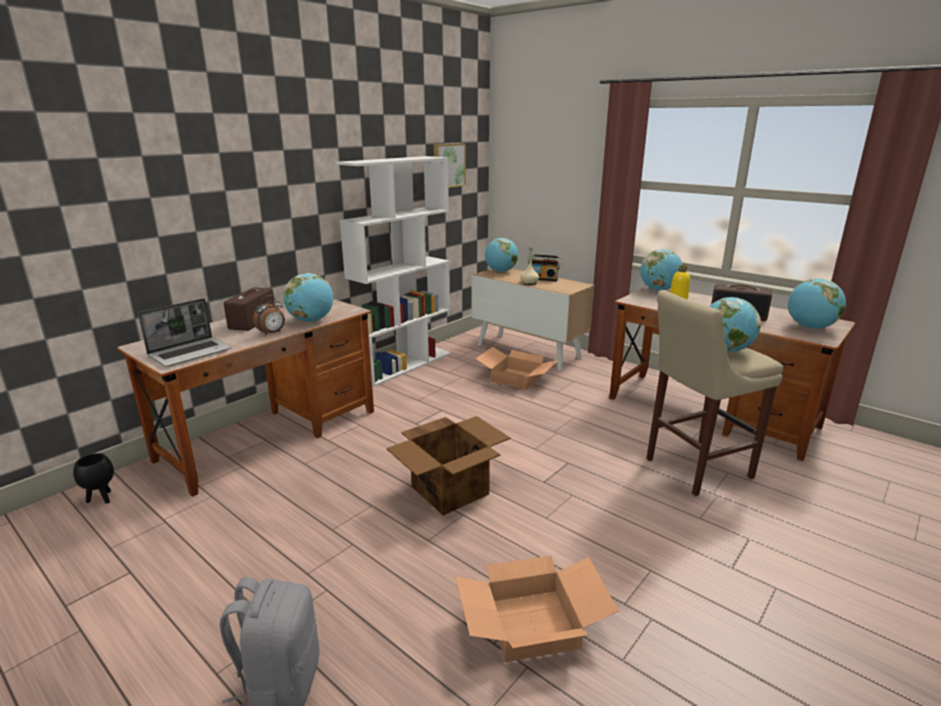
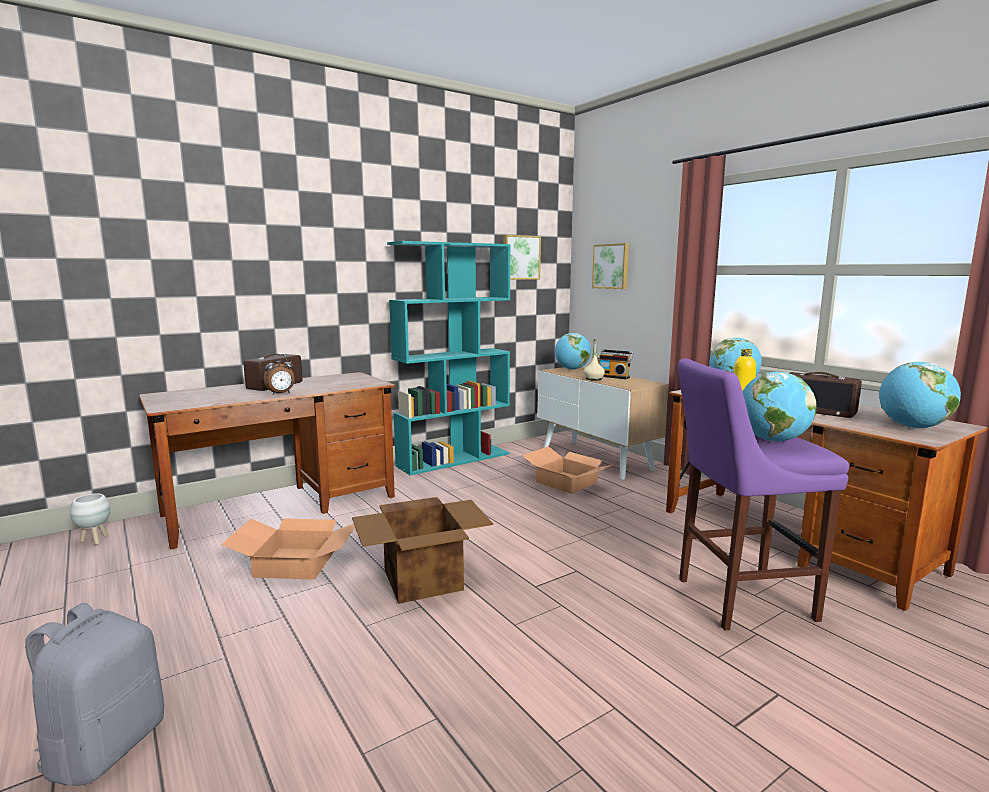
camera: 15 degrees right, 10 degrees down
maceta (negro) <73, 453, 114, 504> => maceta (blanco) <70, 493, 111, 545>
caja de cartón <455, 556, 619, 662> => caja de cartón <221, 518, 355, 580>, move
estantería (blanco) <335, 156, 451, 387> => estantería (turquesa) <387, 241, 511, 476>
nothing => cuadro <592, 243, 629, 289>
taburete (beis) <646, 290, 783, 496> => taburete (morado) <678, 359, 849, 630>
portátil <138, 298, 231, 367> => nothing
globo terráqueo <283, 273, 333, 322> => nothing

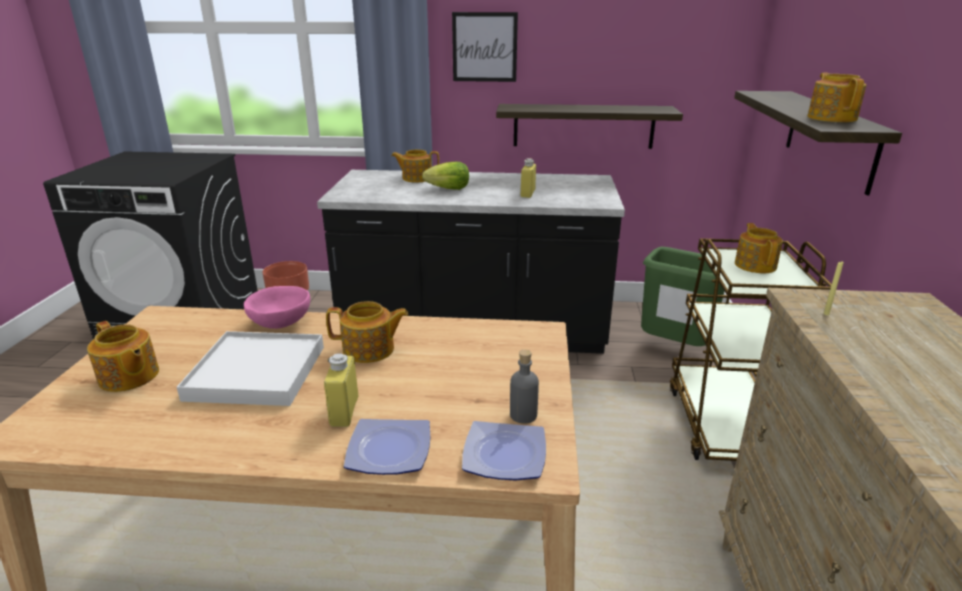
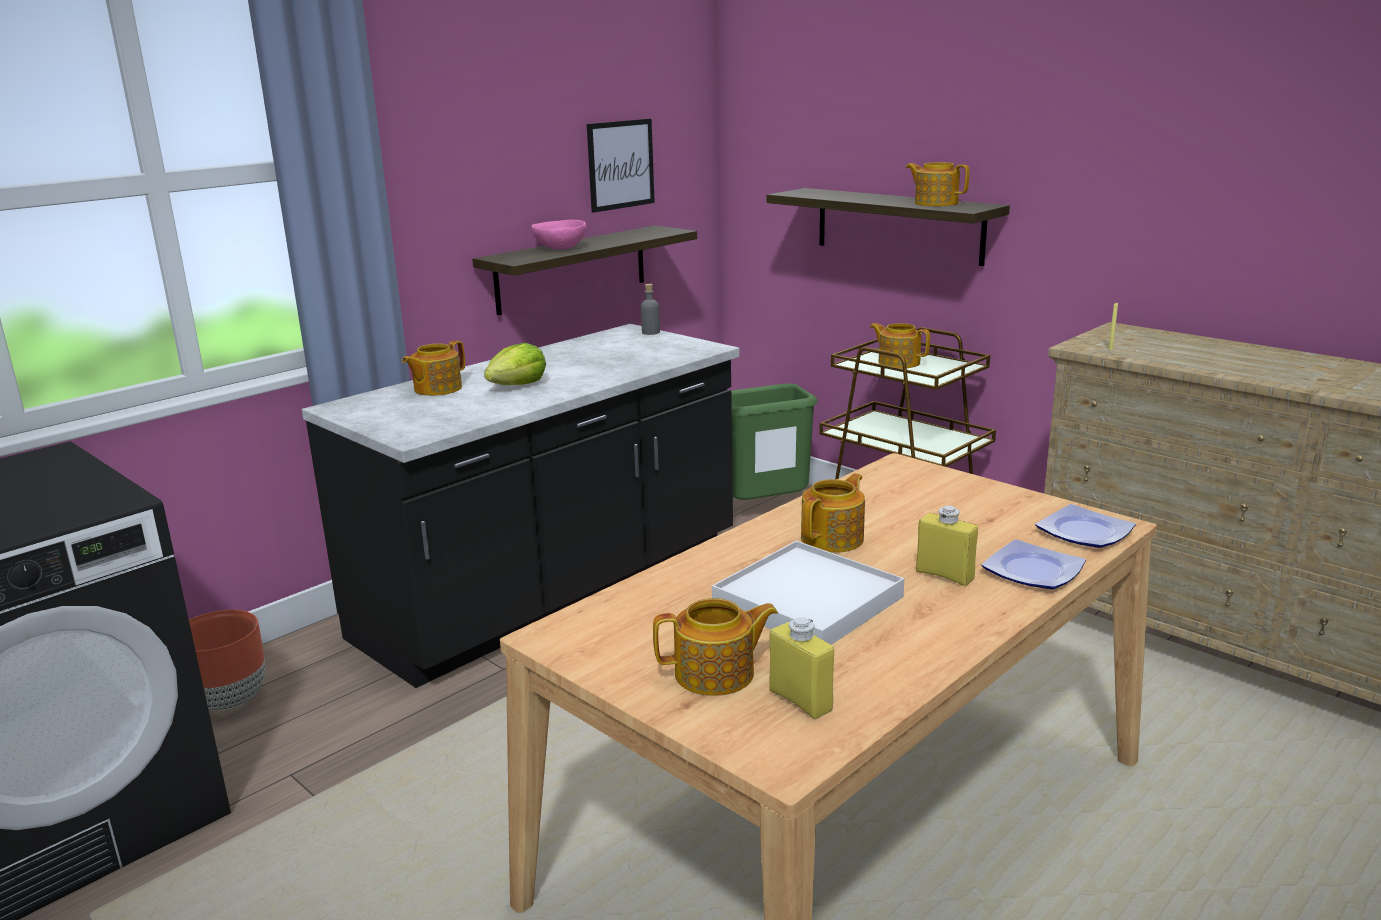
camera: 50 degrees left, 5 degrees down
cuenco (rosa) <244, 286, 310, 329> => cuenco (rosa) <531, 220, 586, 250>, move
cuadro <452, 12, 518, 82> => cuadro <587, 119, 655, 213>, move
botella (gris) <510, 350, 539, 424> => botella (gris) <641, 284, 660, 335>, move
botella (amarillo) <521, 158, 536, 198> => botella (amarillo) <769, 617, 834, 719>, move

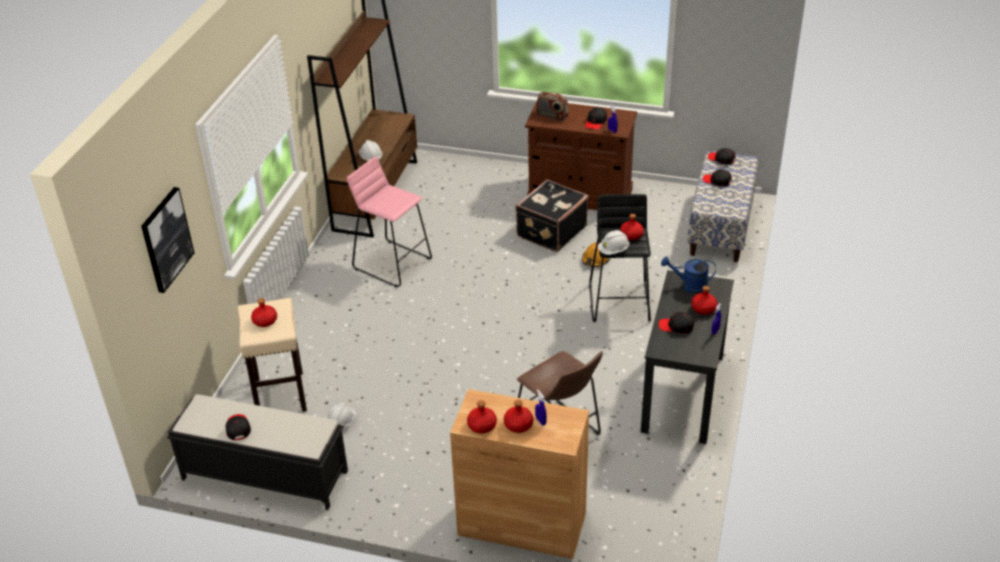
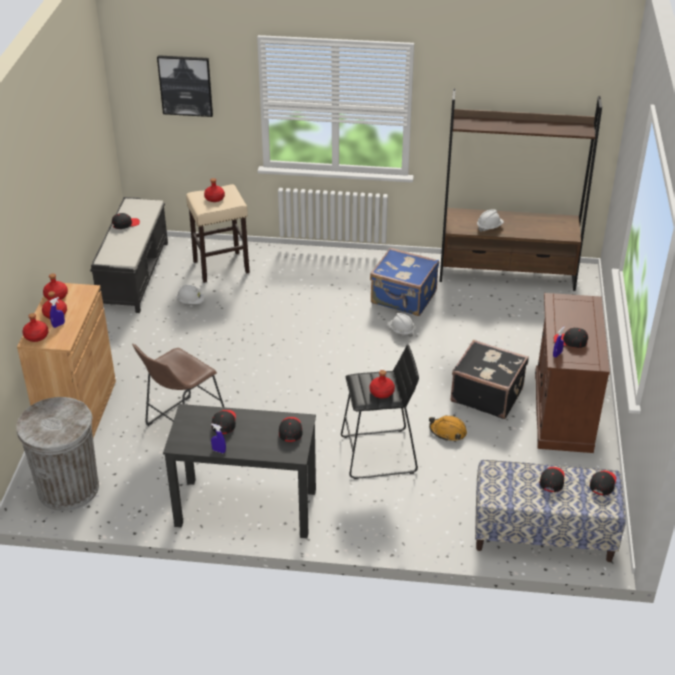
camera: 80 degrees right, 0 degrees up
nothing => papelera (gris) <17, 397, 99, 511>
botella (rojo) <691, 286, 717, 315> => botella (rojo) <22, 313, 49, 342>, move
regadera (azul) <661, 256, 716, 294> => gorra (negro) <279, 417, 302, 442>
taburete (rosa) <347, 156, 432, 287> => maleta (azul) <370, 248, 439, 316>
casco (blanco) <598, 230, 630, 255> => casco (blanco) <388, 313, 415, 337>, move
radio <536, 92, 569, 121> => nothing

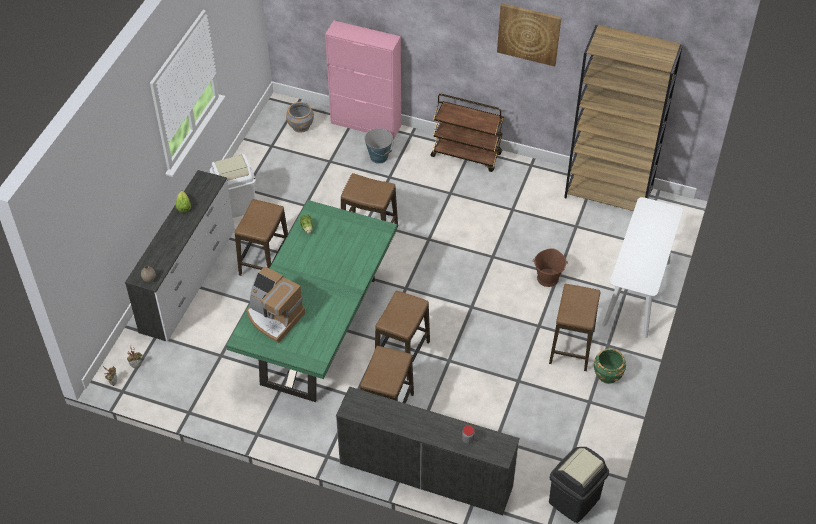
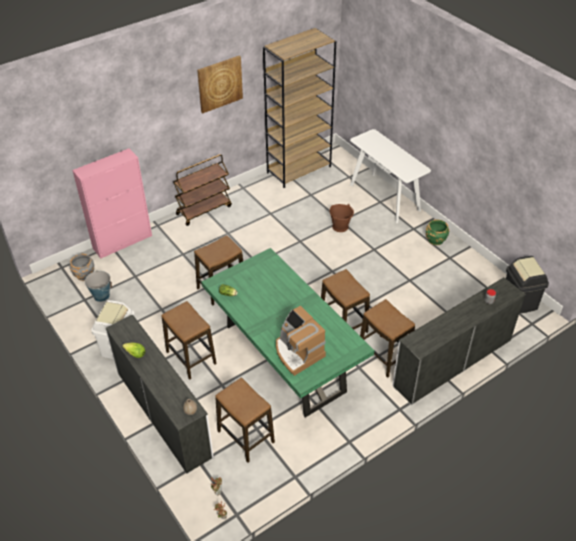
camera: 55 degrees left, 5 degrees down
cubo <364, 128, 393, 164> => cubo <85, 270, 112, 302>, move
taburete <549, 284, 600, 371> => taburete <215, 378, 275, 463>, move
cafetera <246, 266, 305, 343> => cafetera <276, 306, 326, 376>, 75 degrees clockwise

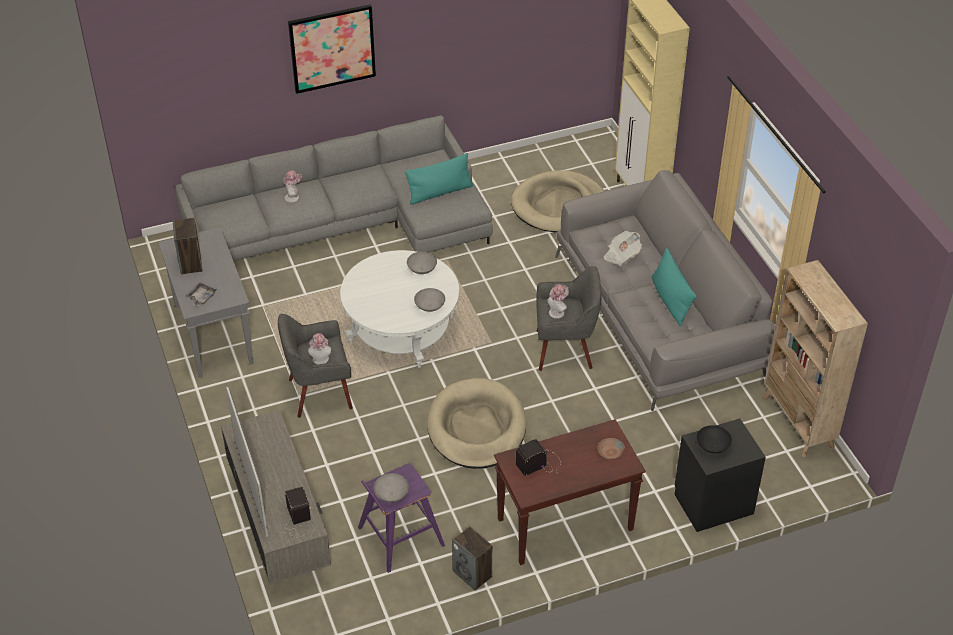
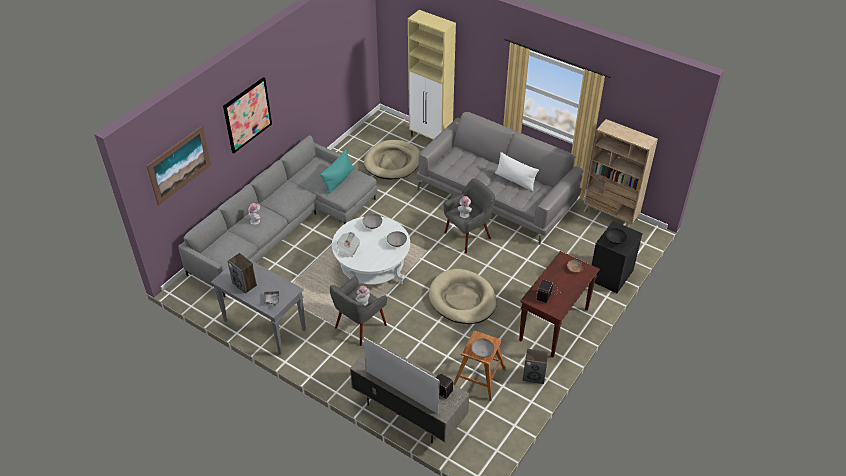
camera: 35 degrees left, 0 degrees up
nothing => cuadro <147, 126, 211, 205>
periódico <604, 231, 642, 266> => periódico <337, 232, 360, 258>, move
taburete (morado) <358, 463, 445, 573> => taburete (marrón) <454, 331, 506, 401>
cojín (turquesa) <651, 248, 697, 326> => cojín (blanco) <495, 152, 539, 191>

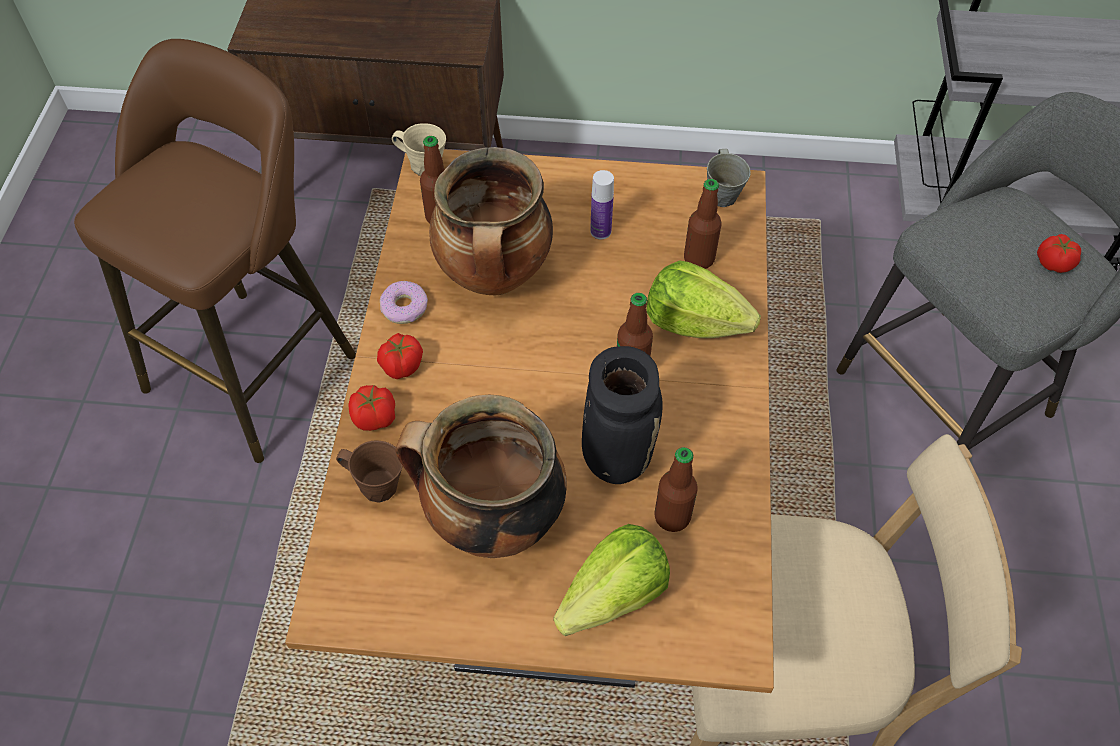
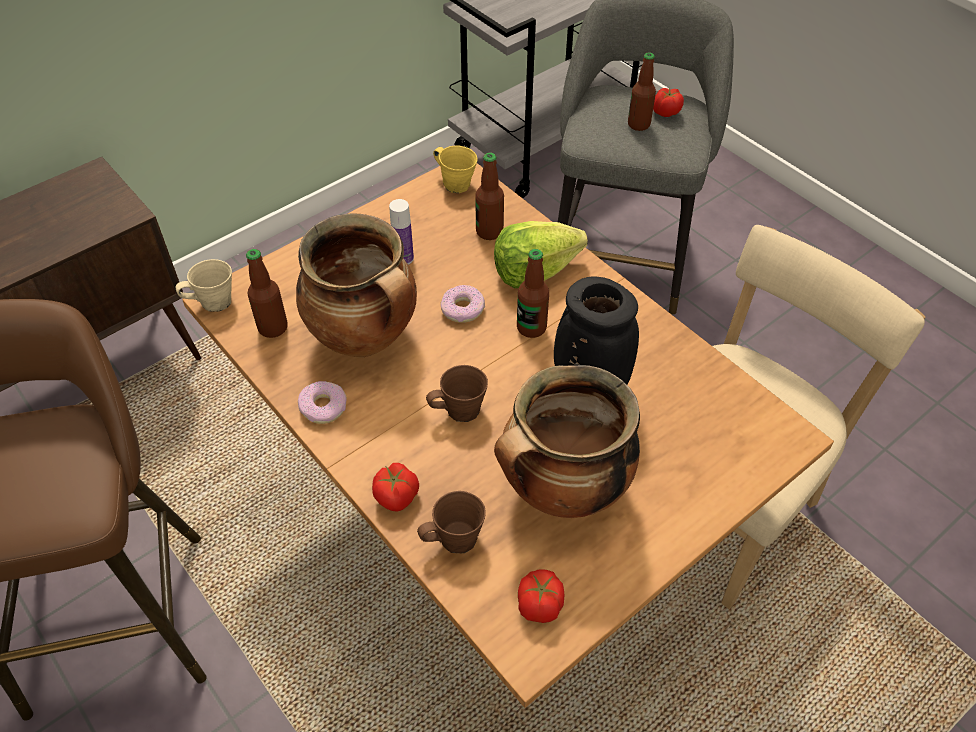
camera: 45 degrees left, 5 degrees down
nothing => taza grande (marrón) <426, 365, 488, 422>
taza grande (gris) <707, 149, 751, 207> => taza grande (amarillo) <433, 146, 478, 193>
nothing => rosquilla <441, 285, 485, 323>
tomate <377, 333, 423, 379> => tomate <518, 569, 564, 623>, move
botella <654, 447, 698, 532> => botella <628, 52, 656, 131>, move
lechuga <554, 524, 670, 636> => nothing

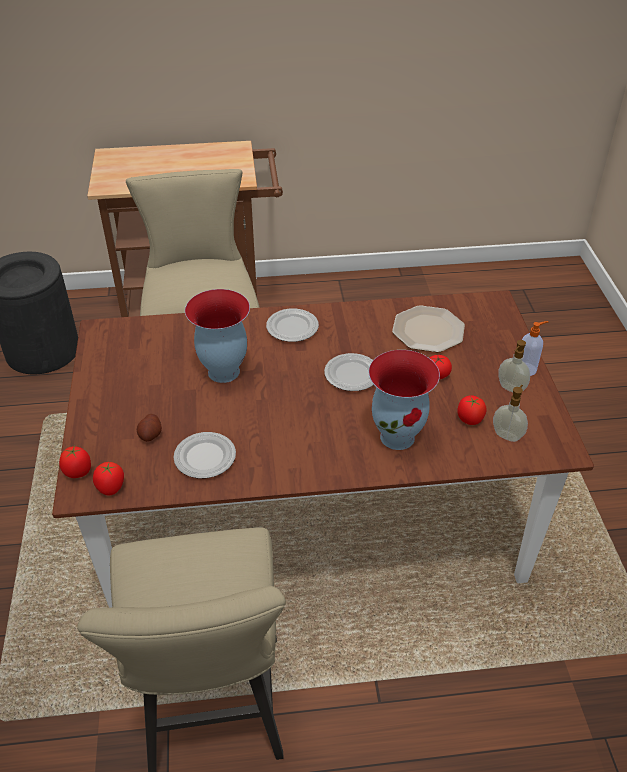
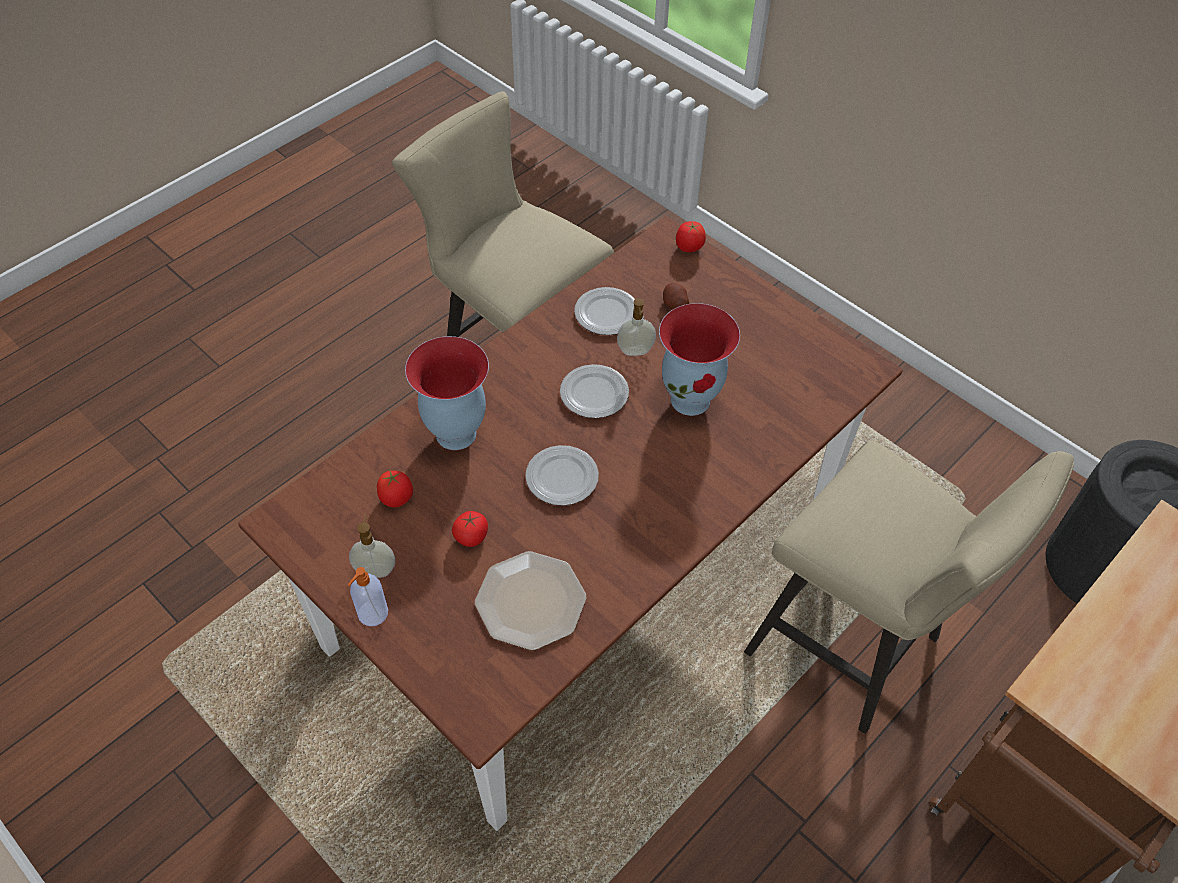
camera: 140 degrees right, 10 degrees up
plato <266, 308, 319, 342> => plato <560, 364, 629, 418>, move
dispensador de jabón <493, 385, 528, 442> => dispensador de jabón <617, 298, 656, 356>, move
tomate <93, 462, 124, 495> => nothing

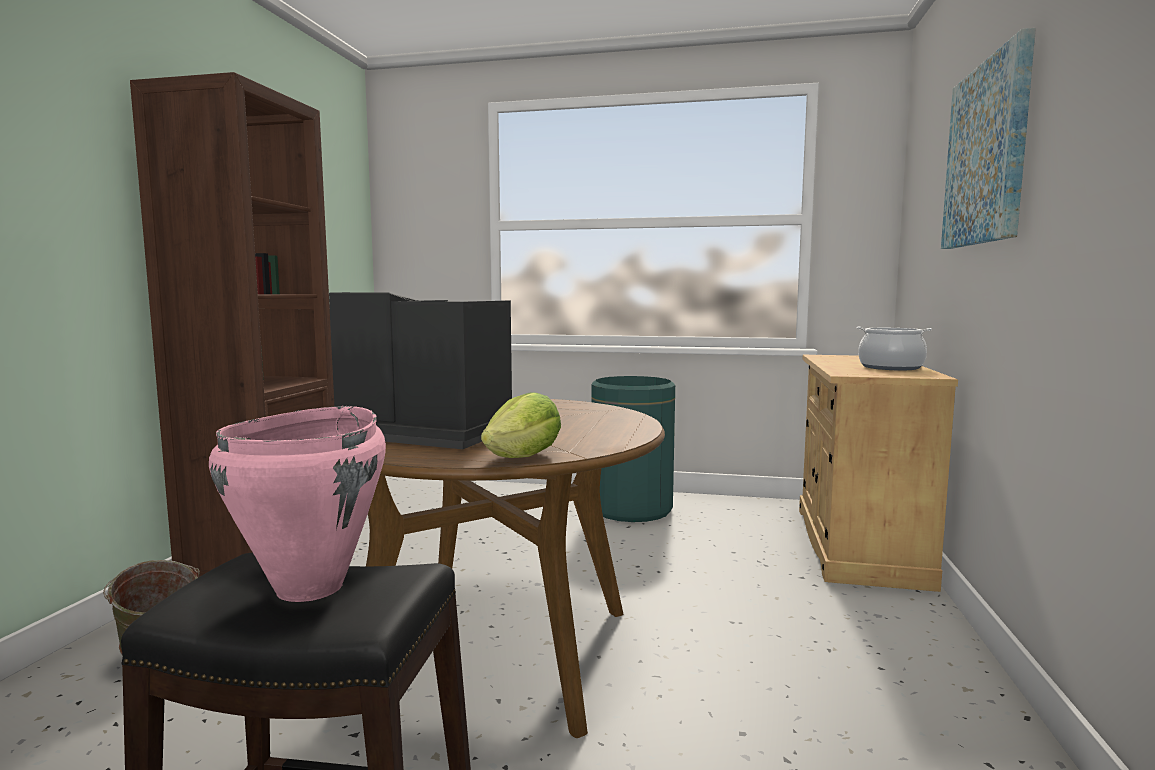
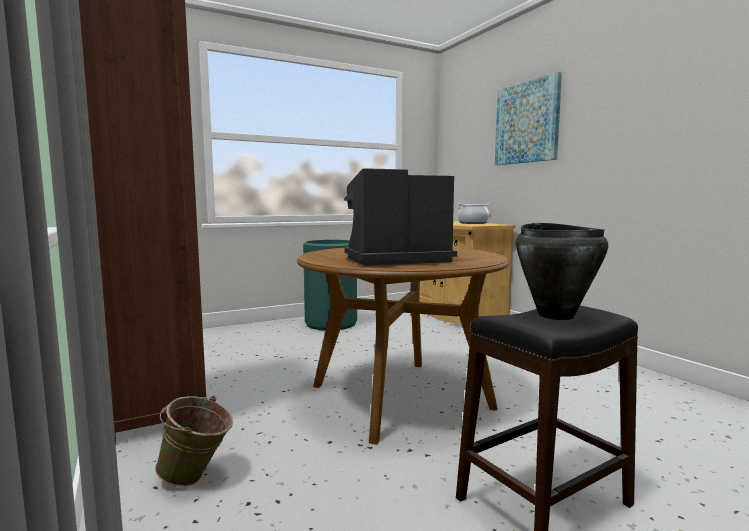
camera: 40 degrees left, 0 degrees up
olla (rosa) <209, 406, 386, 602> => olla (negro) <516, 222, 608, 320>
lechuga <481, 392, 561, 458> => nothing

